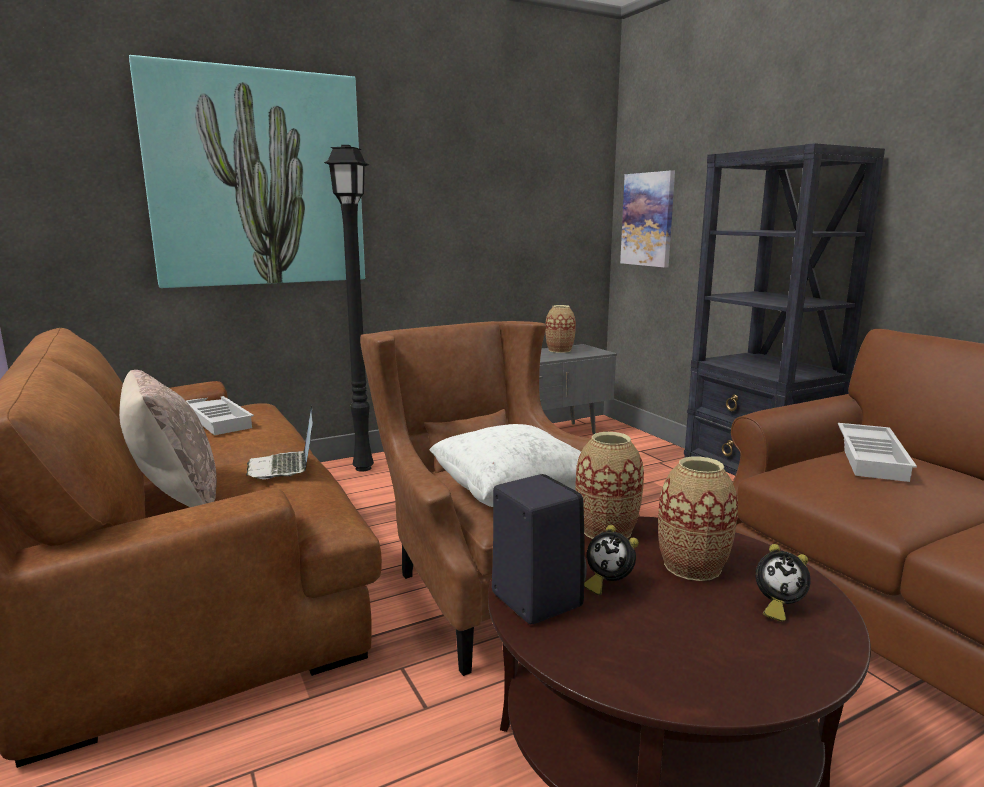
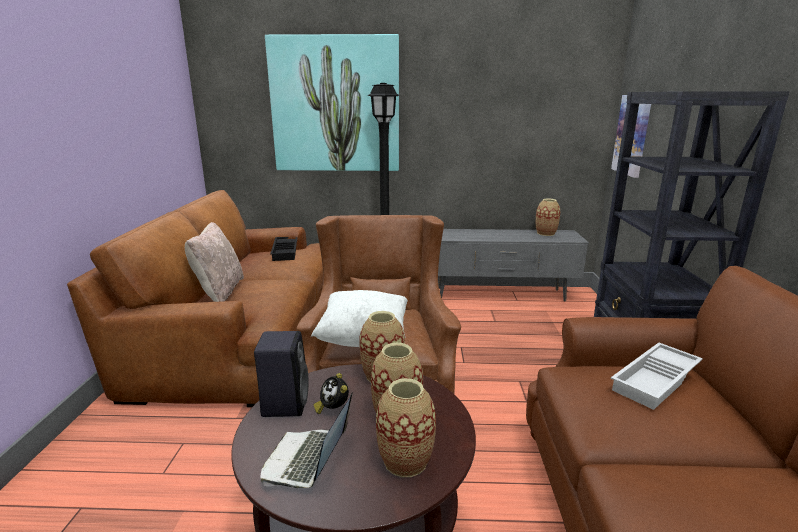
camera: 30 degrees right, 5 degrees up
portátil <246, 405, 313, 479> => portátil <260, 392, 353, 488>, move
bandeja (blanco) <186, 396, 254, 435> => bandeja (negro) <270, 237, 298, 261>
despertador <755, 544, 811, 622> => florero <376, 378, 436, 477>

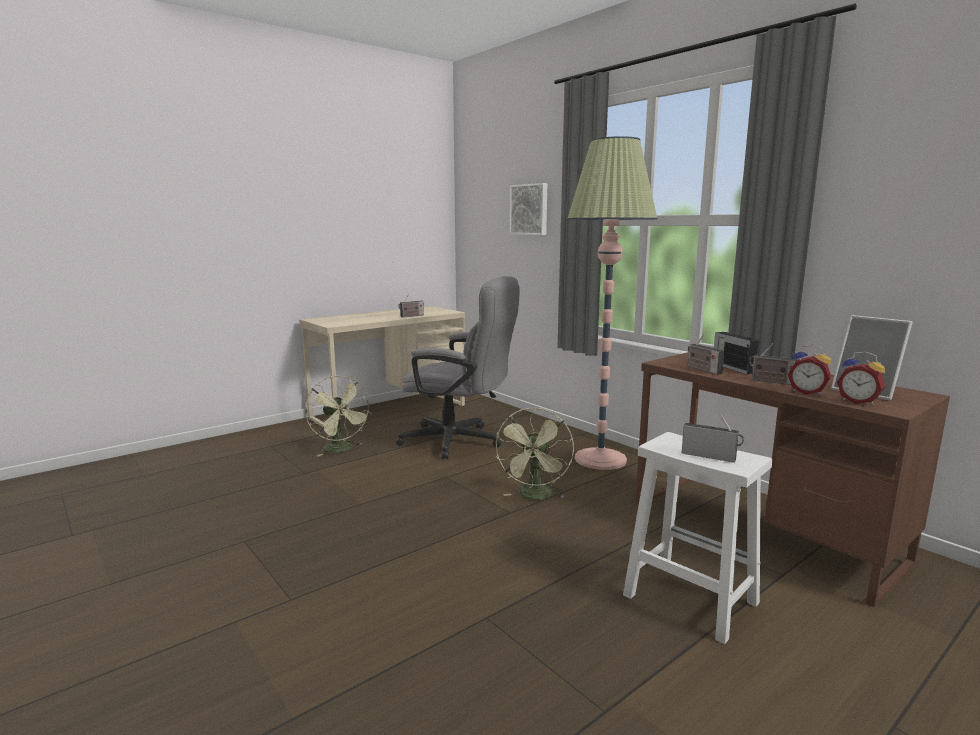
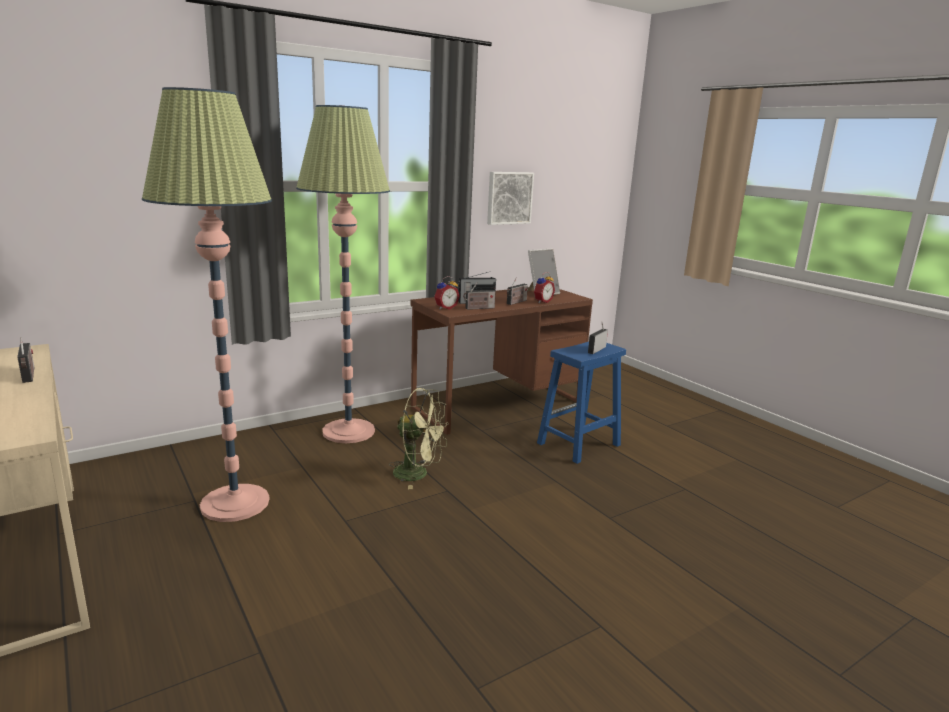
camera: 85 degrees left, 5 degrees up
silla de oficina (gris) <396, 276, 520, 459> => lámpara de pie <142, 87, 272, 522>
despertador <837, 351, 885, 405> => despertador <434, 276, 460, 310>, move
cuadro <509, 183, 547, 235> => cuadro <487, 172, 534, 225>, move
taburete (blanco) <623, 432, 772, 644> => taburete (azul) <537, 342, 626, 464>
ventilador (verde) <305, 376, 372, 457> => nothing

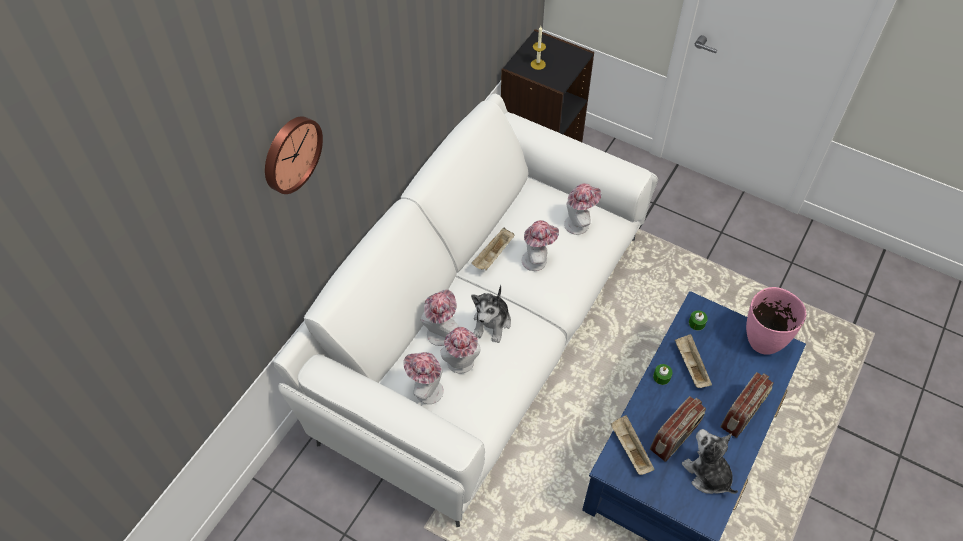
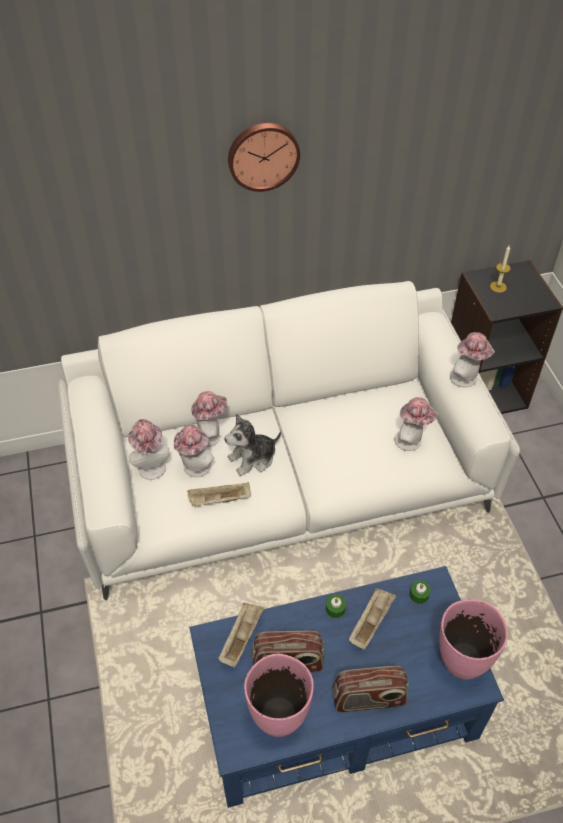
camera: 45 degrees right, 5 degrees down
bandeja (beis) <471, 228, 514, 270> => bandeja (beis) <187, 482, 251, 506>, move
reloj de pared <265, 116, 323, 194> => reloj de pared <228, 123, 300, 192>, move
peluche <682, 429, 738, 494> => florero (rosa) <244, 654, 314, 737>
sombrero <521, 220, 559, 271> => sombrero <450, 332, 495, 387>, move

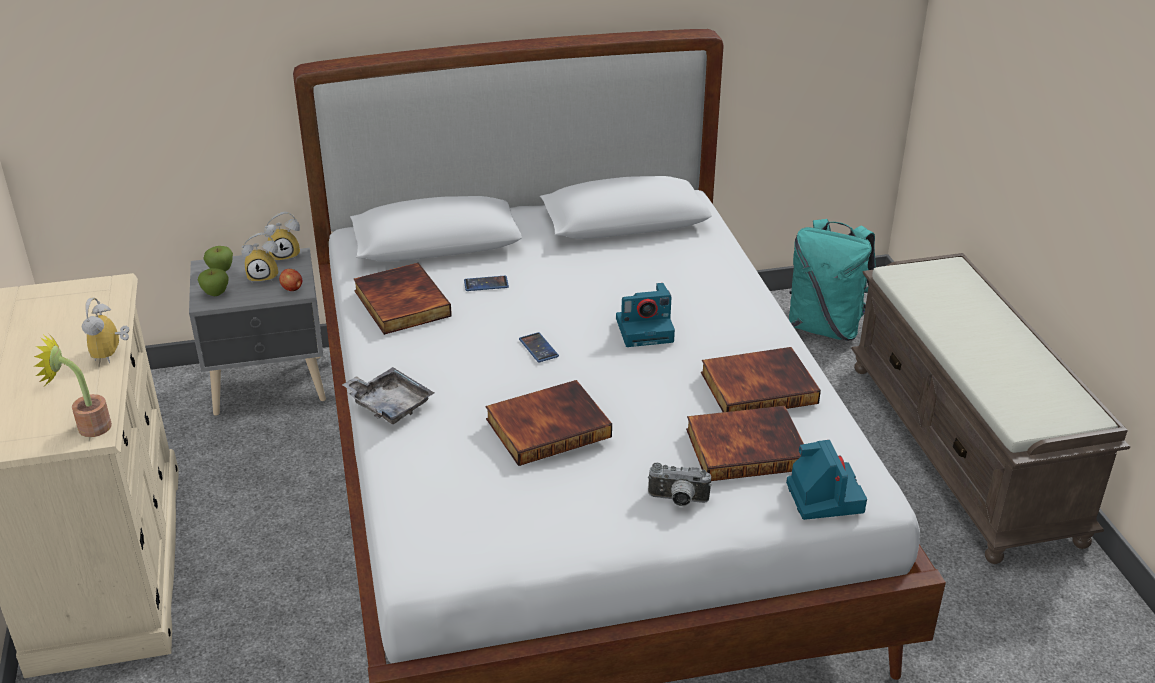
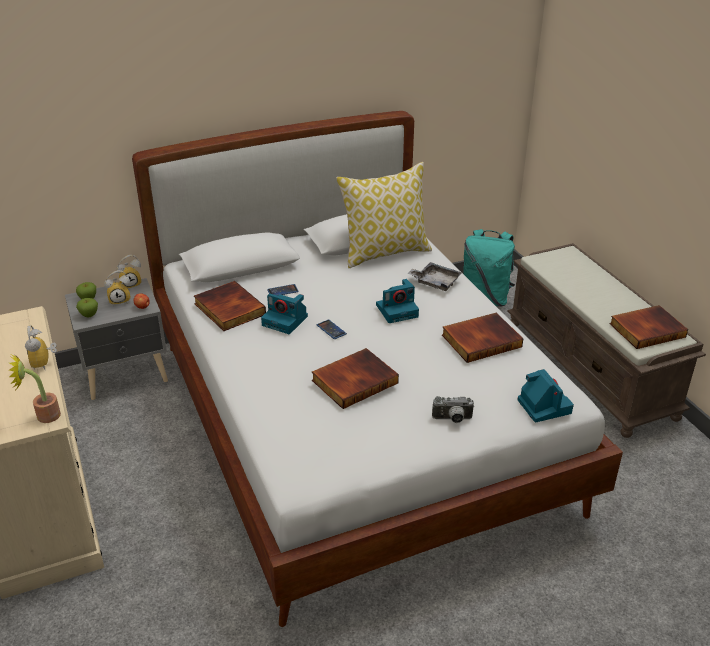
camera: 10 degrees left, 0 degrees up
nothing => cámara <261, 293, 308, 334>
nothing => cojín <336, 162, 432, 268>
bandeja (gris) <342, 367, 434, 424> => bandeja (gris) <407, 262, 462, 291>, move
libro <686, 406, 804, 481> => libro <610, 305, 688, 349>, move

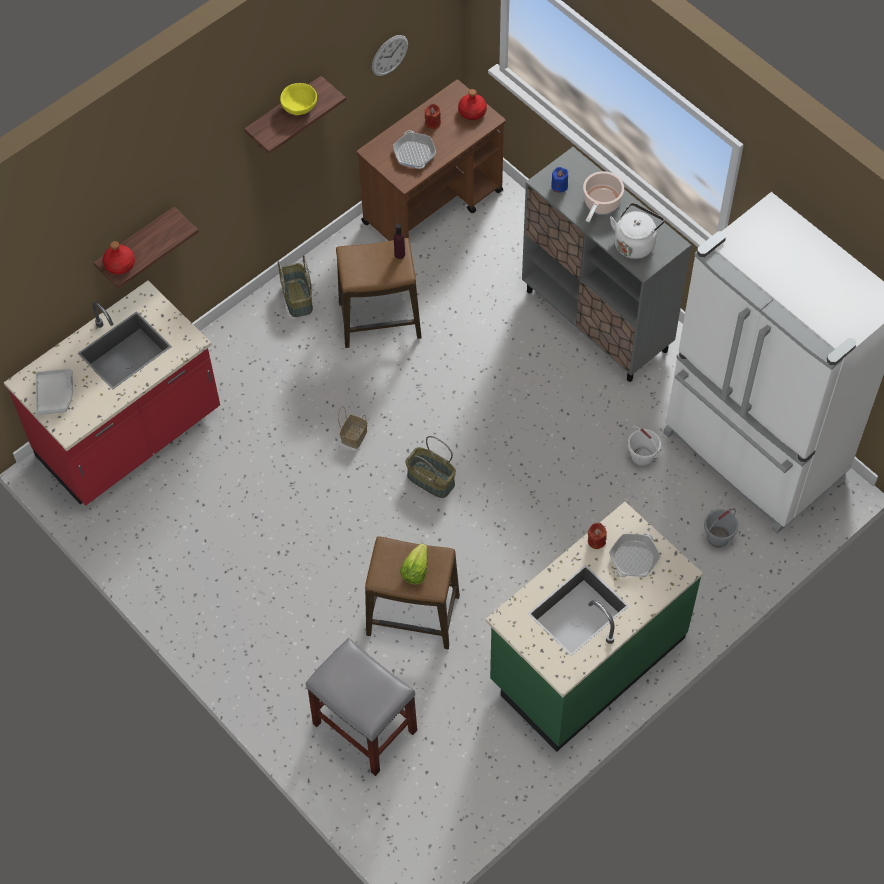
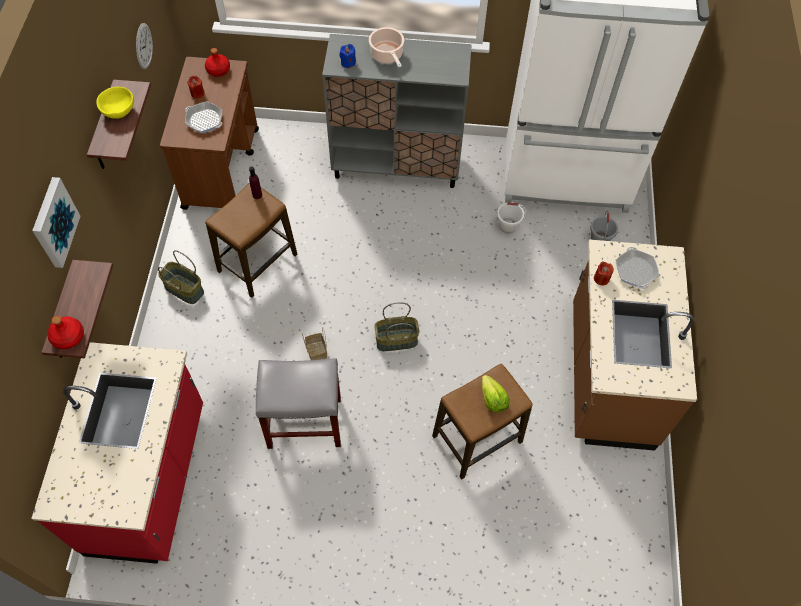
camera: 45 degrees left, 0 degrees up
nothing => cuadro <32, 177, 81, 268>
taburete (gris) <306, 638, 417, 776> => taburete (gris) <256, 358, 341, 449>, move
mueble bajo de cocina (verde) <485, 502, 703, 752> => mueble bajo de cocina (marrón) <573, 239, 697, 451>
bandeja (gris) <36, 369, 73, 415> => nothing
hervidor (blanco) <610, 203, 664, 259> => nothing

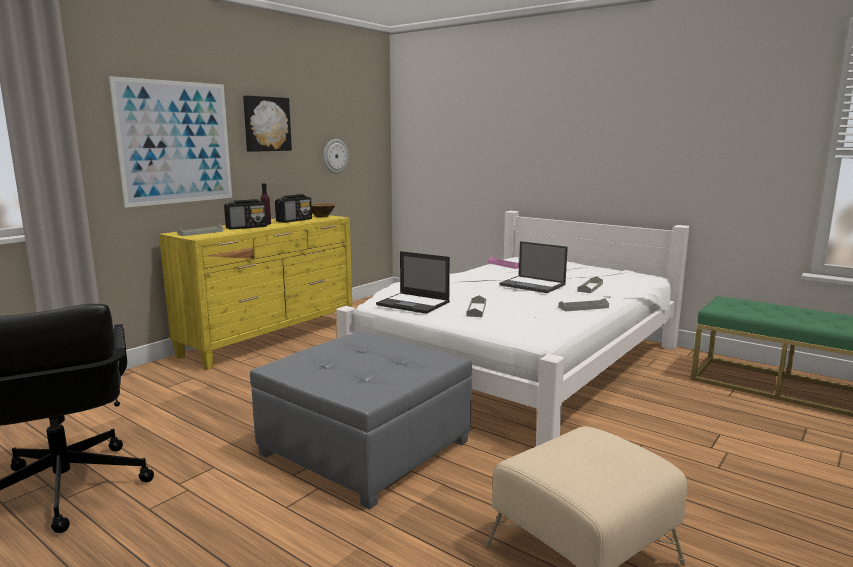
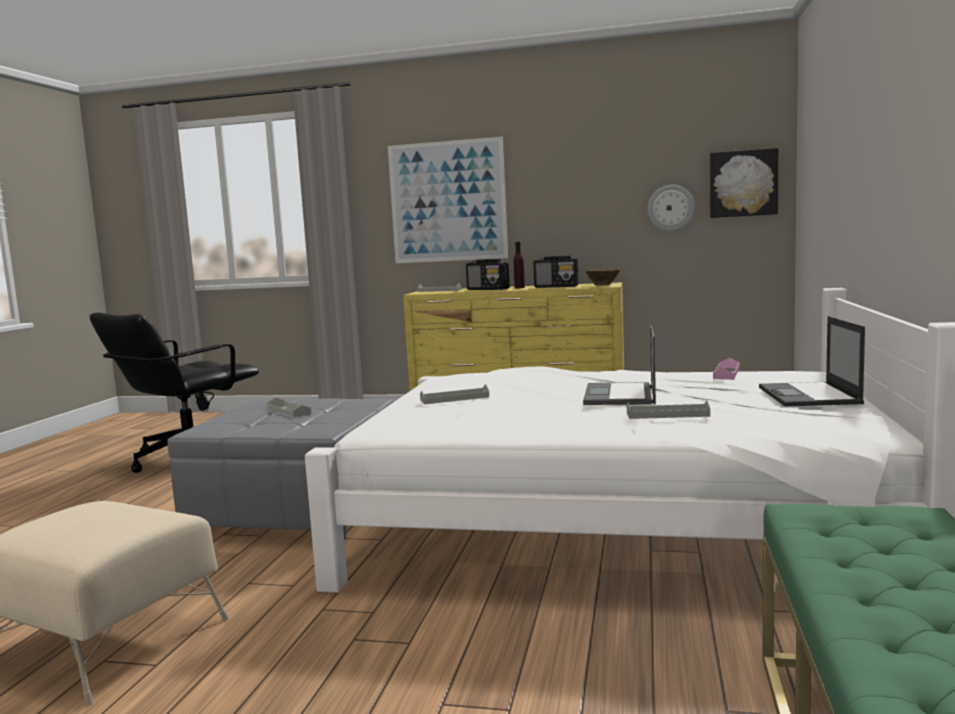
camera: 65 degrees right, 5 degrees down
bandeja (gris) <558, 298, 609, 311> => bandeja (gris) <267, 397, 311, 417>, move
cuadro <243, 96, 292, 152> => cuadro <710, 148, 778, 218>, move
portátil <376, 251, 450, 314> => portátil <759, 316, 865, 406>, move

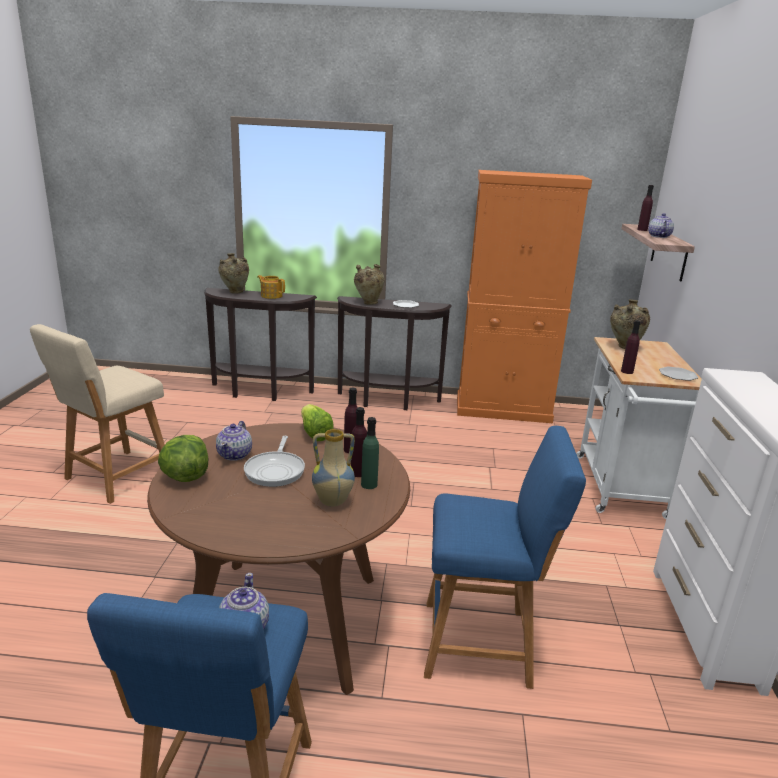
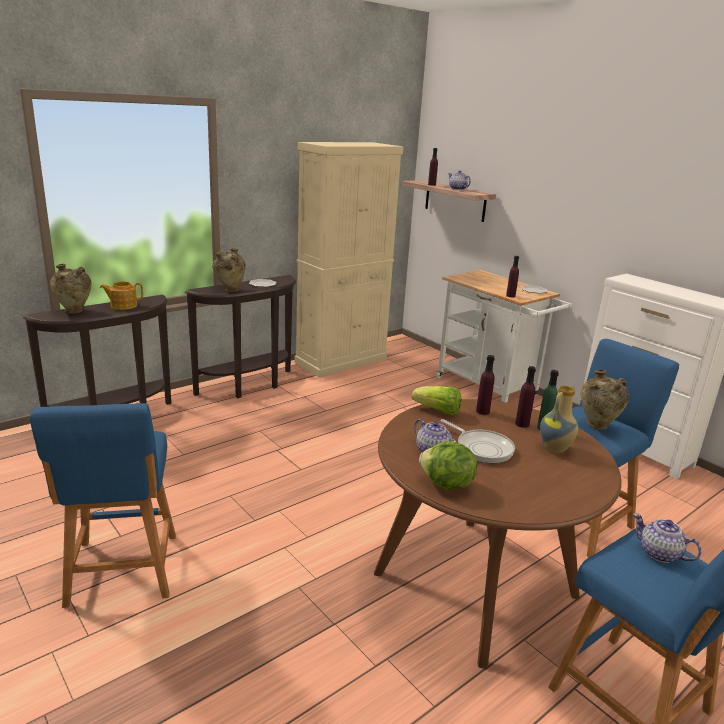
camera: 45 degrees left, 0 degrees up
taburete (beis) <30, 324, 165, 504> => taburete (azul) <30, 403, 176, 608>
armario (naranja) <457, 170, 592, 423> => armario (beis) <295, 142, 404, 378>
florero (beis) <610, 299, 650, 349> => florero (beis) <581, 369, 629, 430>, move

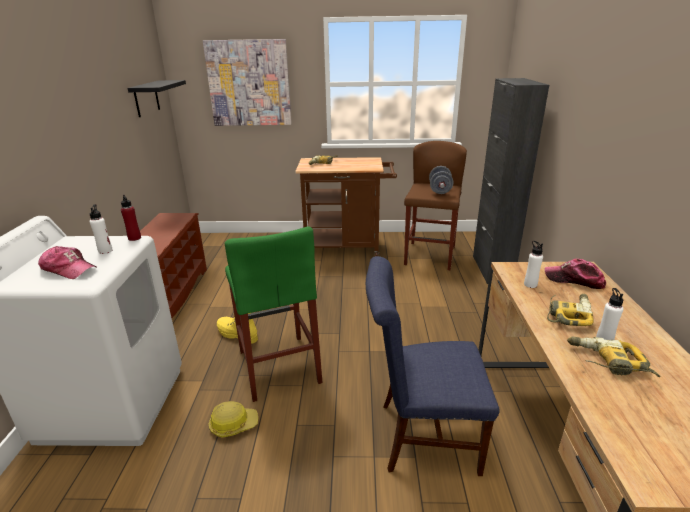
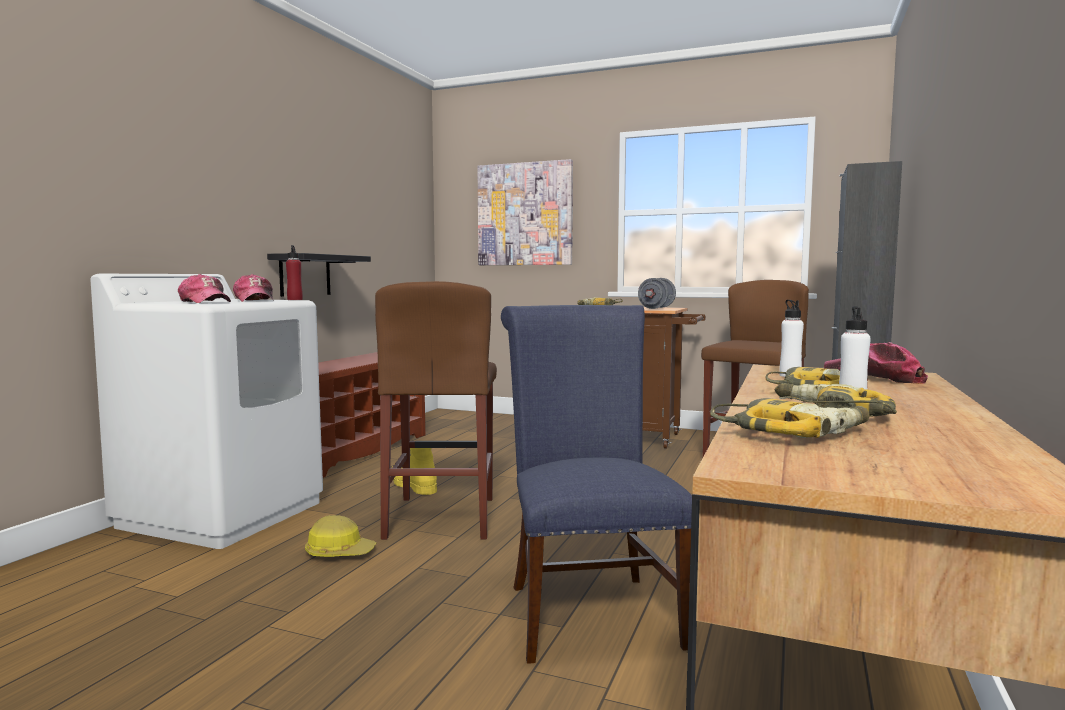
camera: 20 degrees right, 20 degrees down
botella (blanco) <89, 204, 113, 254> => gorra <233, 274, 274, 302>
estante (negro) <128, 80, 186, 117> => estante (negro) <267, 253, 371, 297>, move
taburete (verde) <225, 226, 323, 402> => taburete (marrón) <375, 281, 497, 540>
silla (azul) <366, 256, 500, 476> => silla (azul) <501, 305, 692, 664>, 60 degrees clockwise
mancuerna (gris) <429, 166, 454, 194> => mancuerna (gris) <638, 278, 676, 309>, move
nothing => taladro <710, 398, 869, 438>

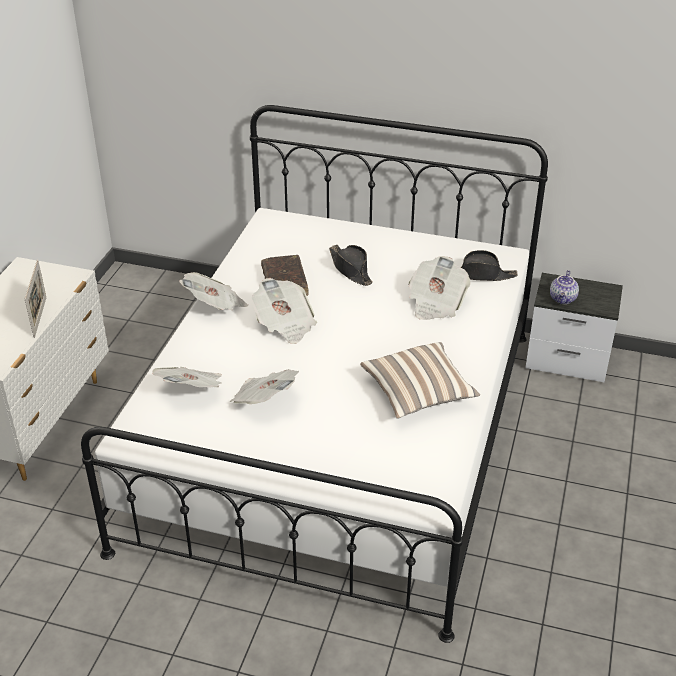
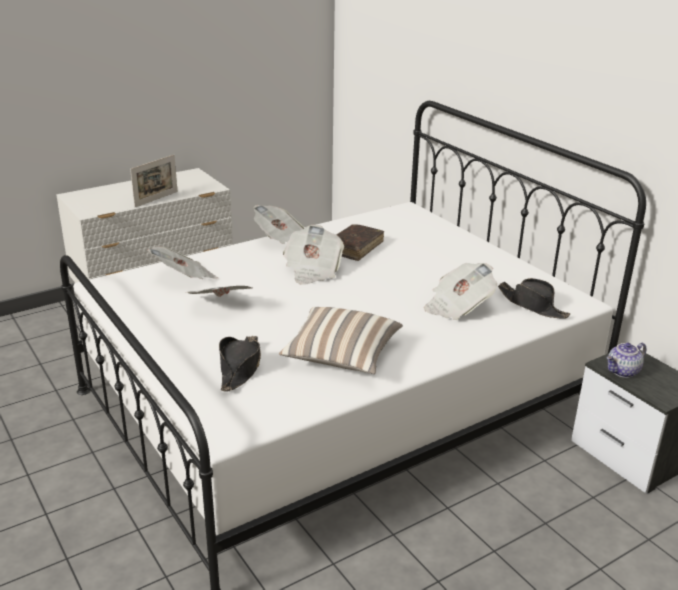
camera: 40 degrees right, 10 degrees down
sombrero (negro) <329, 245, 373, 286> => sombrero (negro) <219, 336, 261, 391>, move

